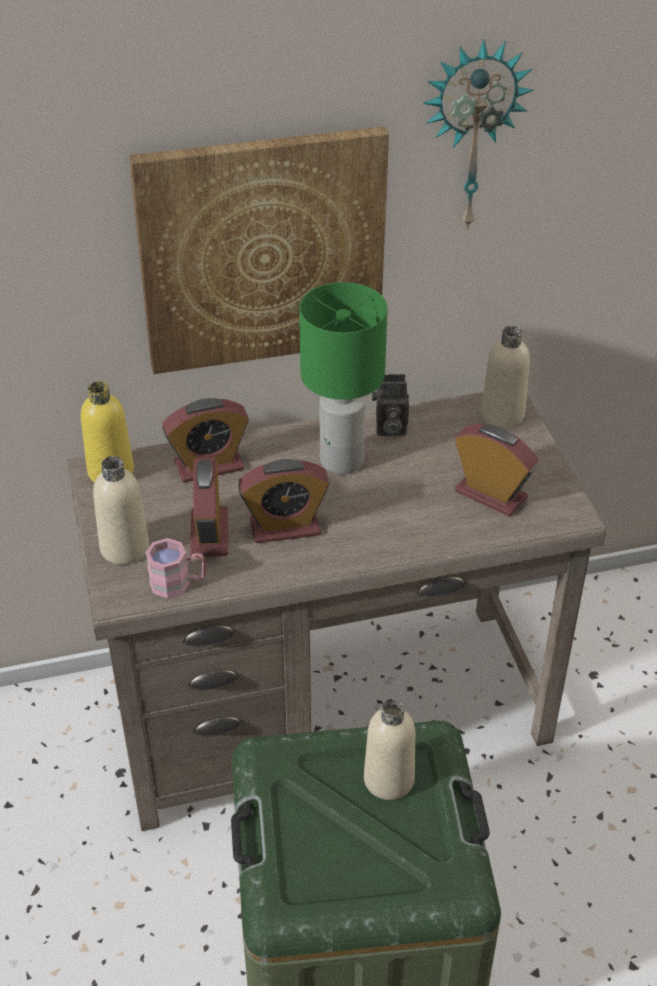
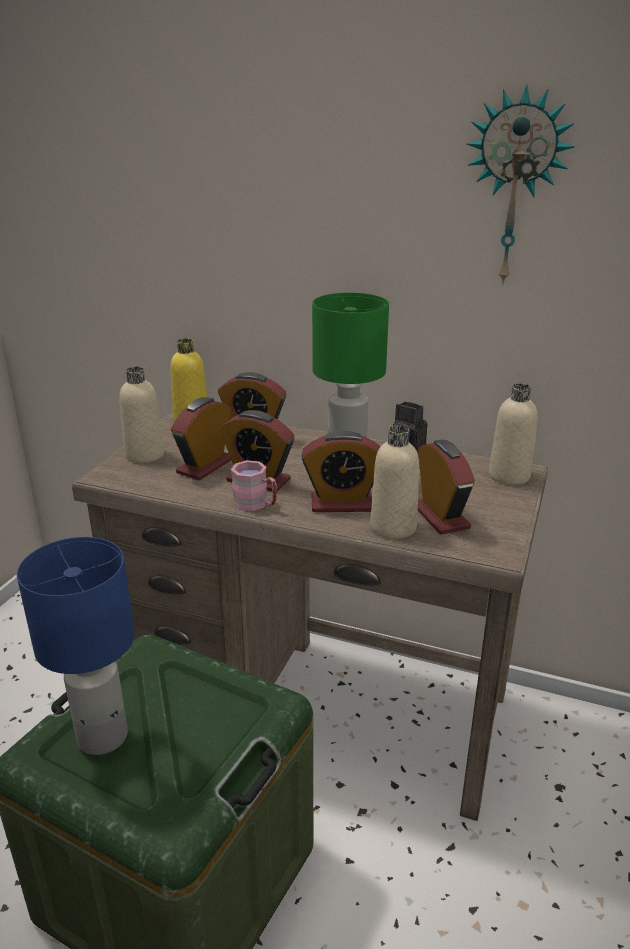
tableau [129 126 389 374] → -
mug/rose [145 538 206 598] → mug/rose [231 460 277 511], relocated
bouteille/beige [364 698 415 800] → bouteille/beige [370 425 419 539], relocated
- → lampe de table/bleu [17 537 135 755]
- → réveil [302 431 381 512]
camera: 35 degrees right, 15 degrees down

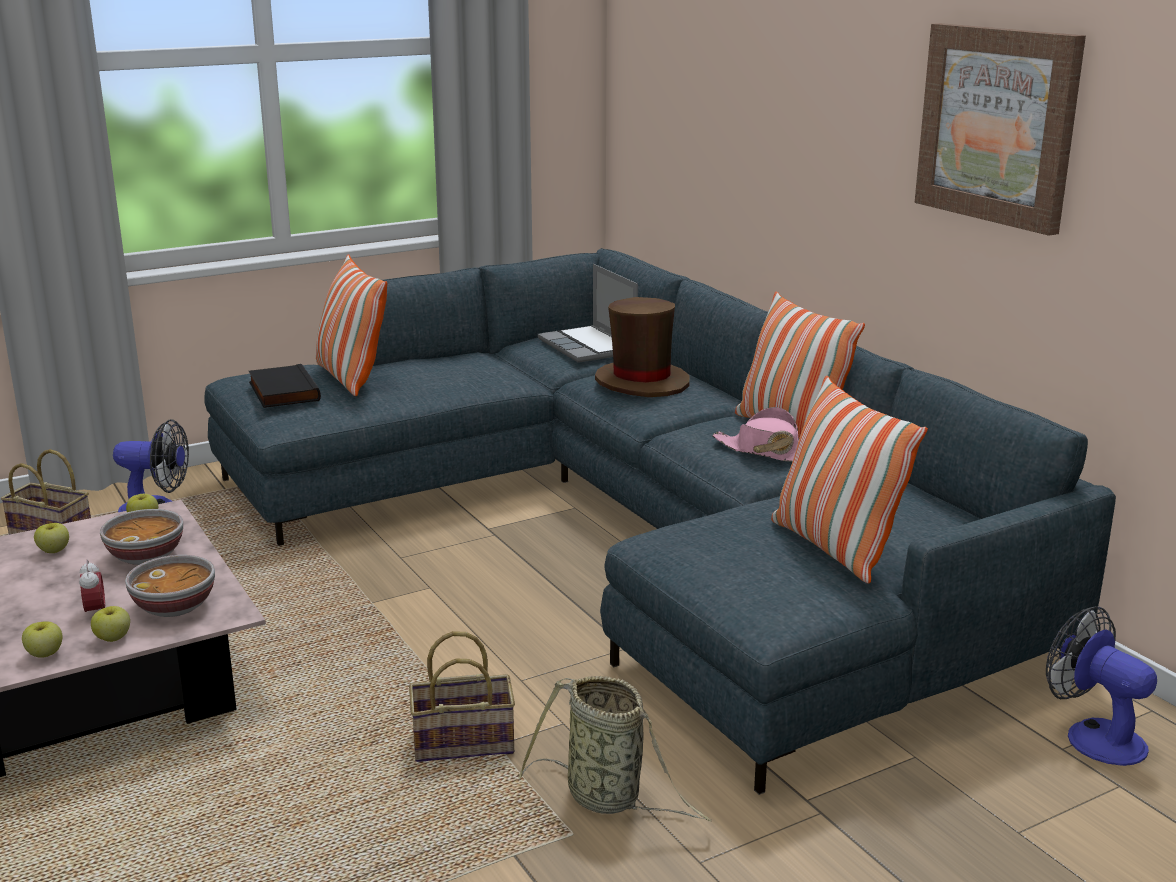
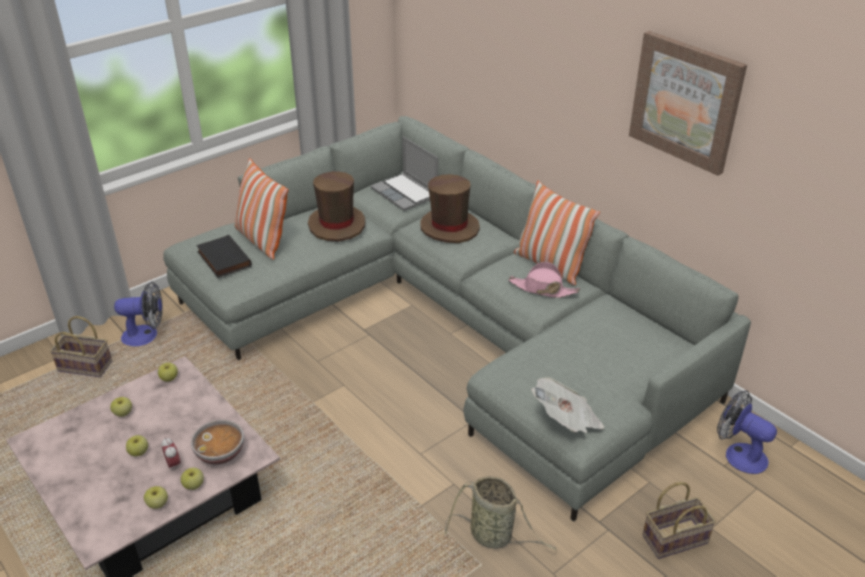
bol [100 509 183 565] → -
canapé/bleu [204 248 1116 795] → canapé/gris [163 116 751 522]
panier [409 631 515 762] → panier [642 482 716 559], relocated
coussin [771 376 928 583] → -
- → pomme [126 435 148 456]
- → chapeau/marron [308 172 365 241]
- → journal [531 377 604 433]
camera: 10 degrees left, 15 degrees up

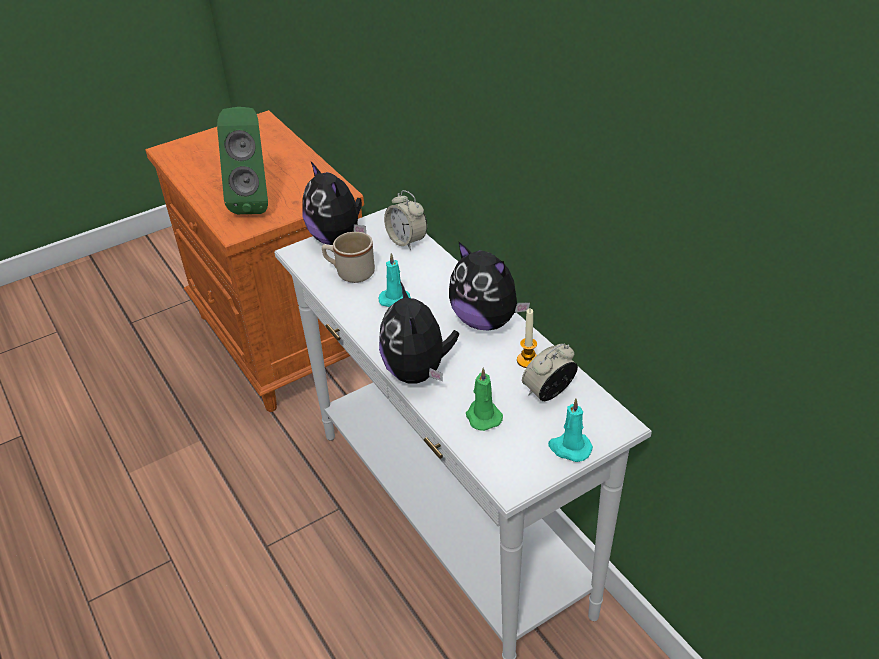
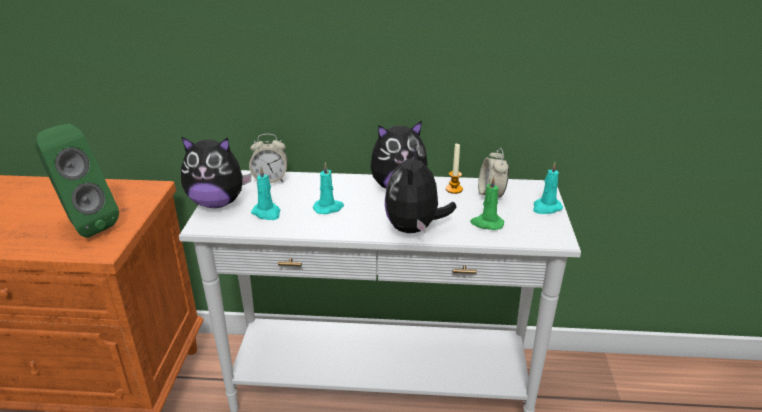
mug/beige [322 232 375 283] → bougie/turquoise [251 167 280 220]
peluche [379 281 459 383] → peluche [385 146 457 234], 75 degrees clockwise
camera: 55 degrees left, 10 degrees down

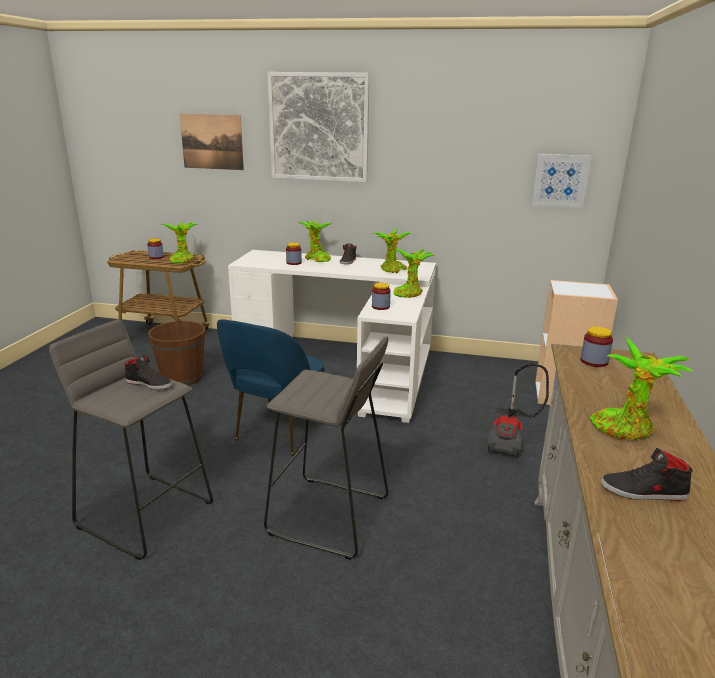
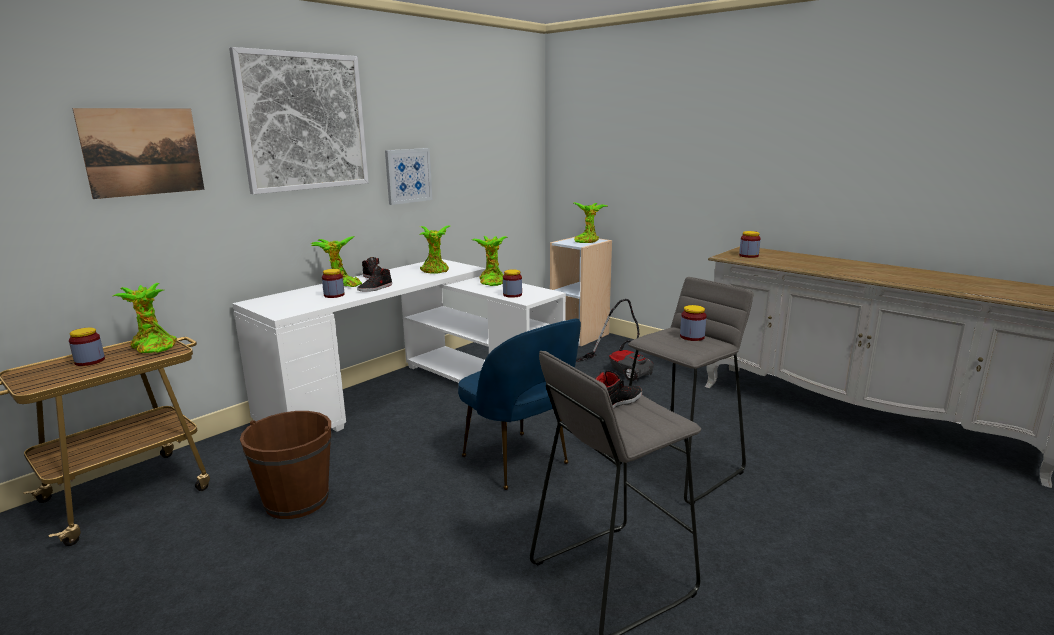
tableau [531 154 591 208] → tableau [385 148 432 205], relocated
plante en pot [590 337 693 440] → plante en pot [574 202 607 243], relocated
chaussure/noir [601 448 693 501] → chaussure/noir [357 266 392 292], relocated
- → bocal [680 305 707 341]
camera: 60 degrees left, 5 degrees down

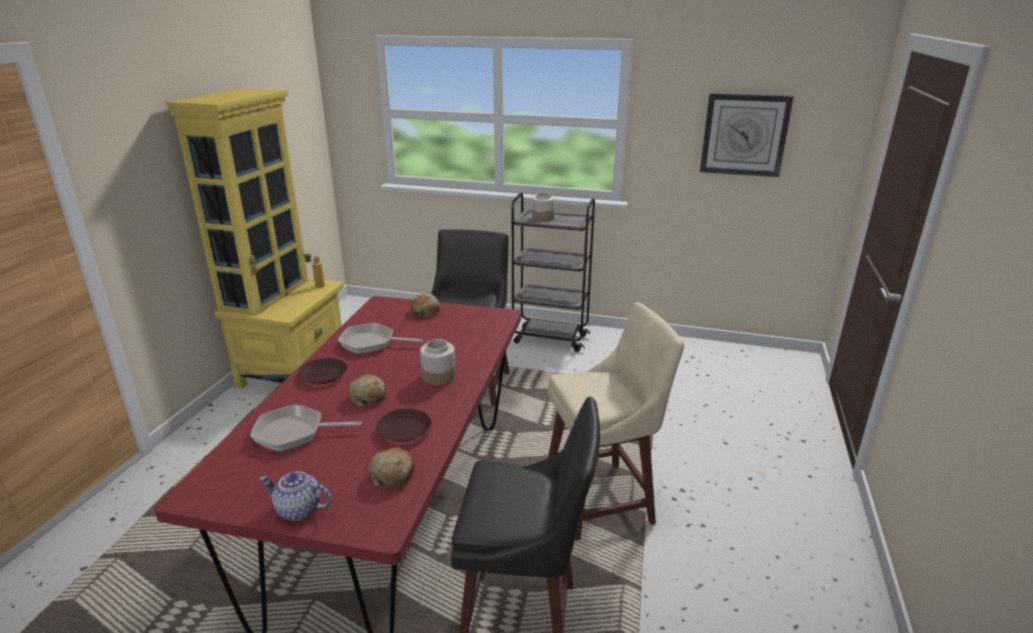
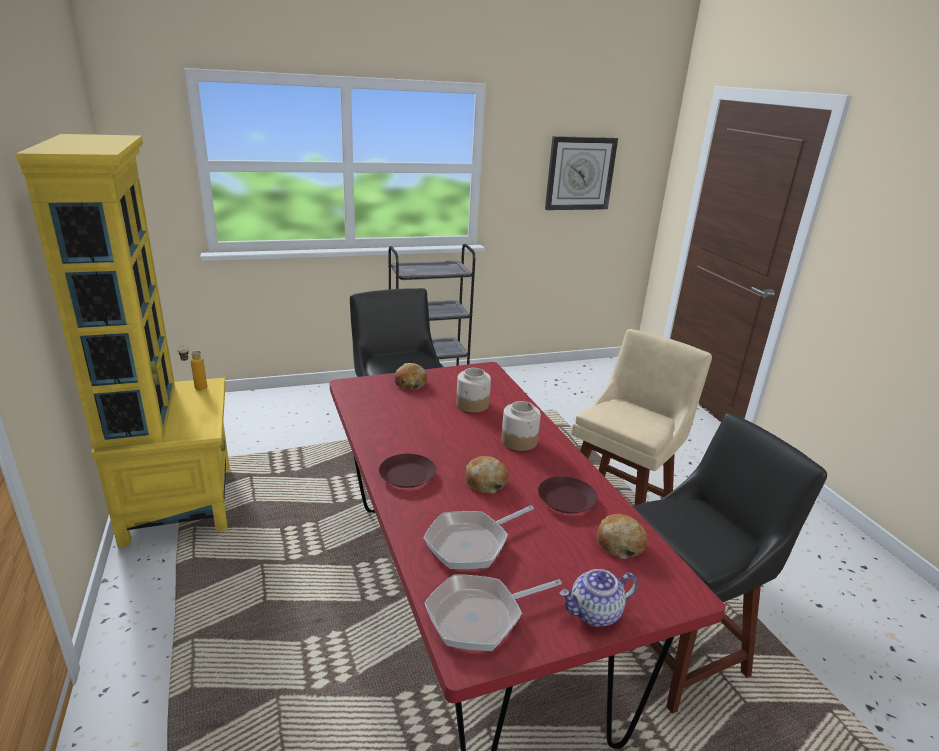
poêle [338 323 423 354] → poêle [425 574 562 651], relocated
bocal [532 193 555 221] → bocal [456 368 491 413], relocated
camera: 35 degrees left, 0 degrees up

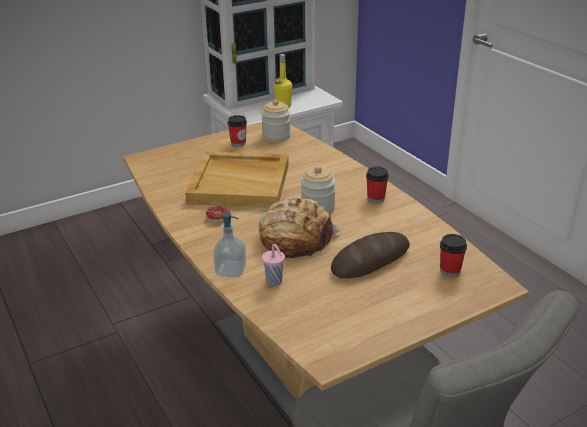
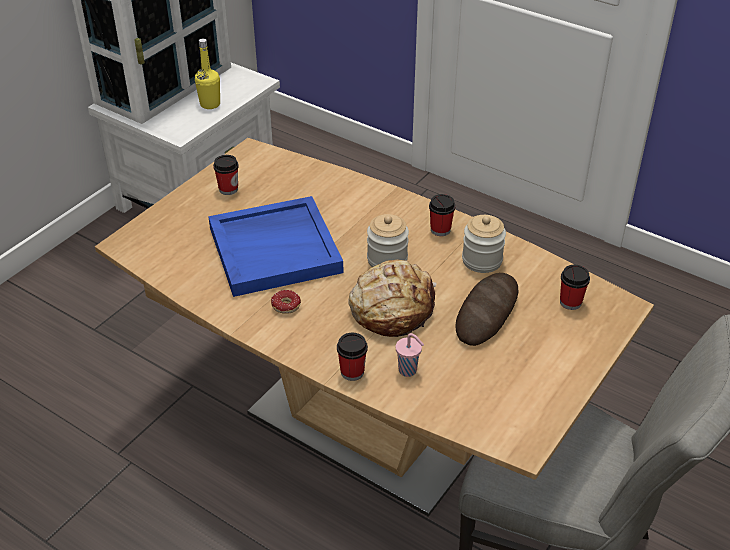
plateau/beige [185 152 289 208] → plateau/bleu [208 196 343 297]
distributeur de savon [213 212 246 278] → tasse [337 333 368 381]
bocal [261 100 291 142] → bocal [462 215 506 273], relocated
camera: 25 degrees left, 10 degrees up

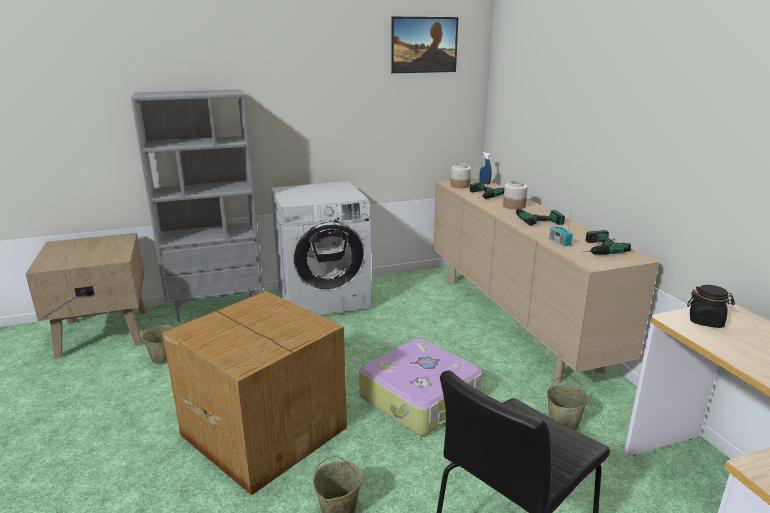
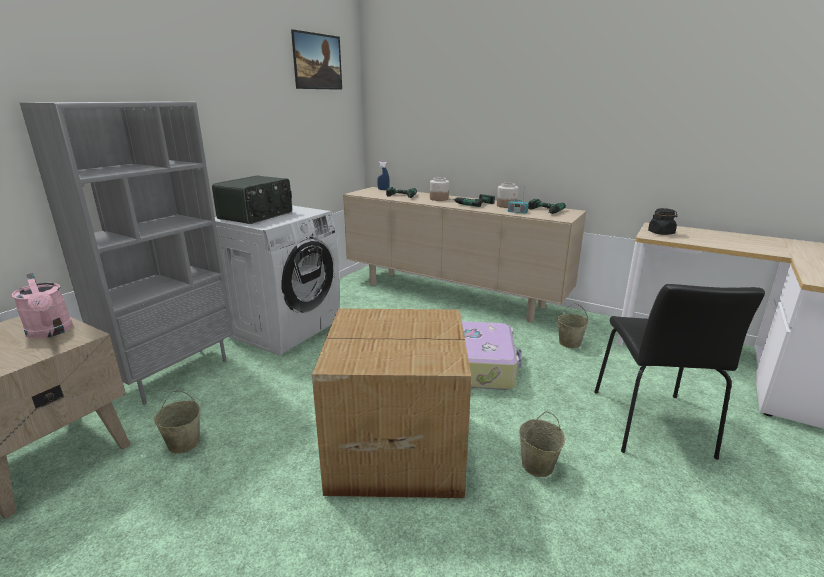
bocal [450 163 471 188] → bocal [497 183 519 208], relocated
- → arrosoir/rose [12 273 73 339]
- → radio [212 176 292 224]
camera: 40 degrees left, 0 degrees up

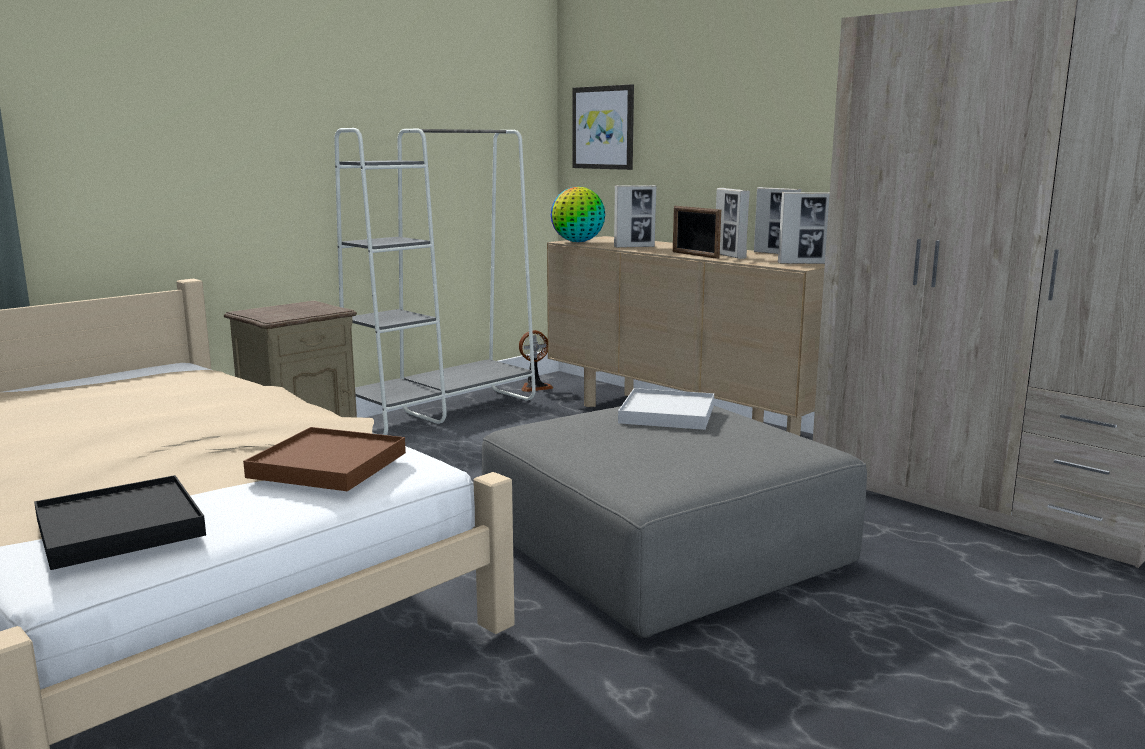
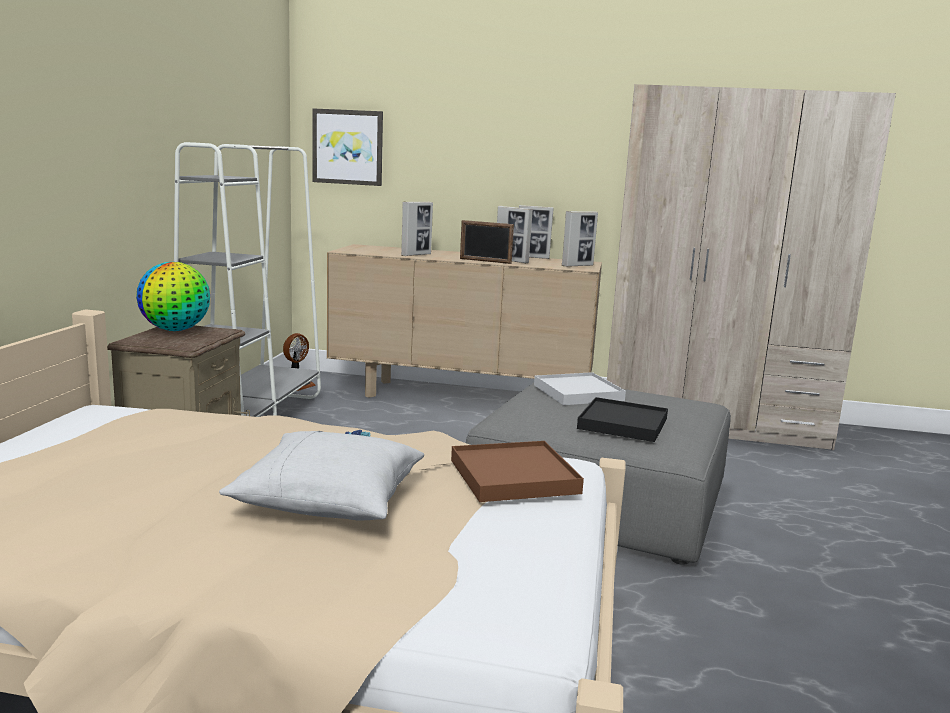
plateau/noir [34 475 206 570] → plateau/noir [577 397 668 442], relocated
globe [551 187 605 242] → globe [136 262 210 331], relocated
- → coussin/gris [219 430 424 520]
camera: 35 degrees left, 0 degrees up

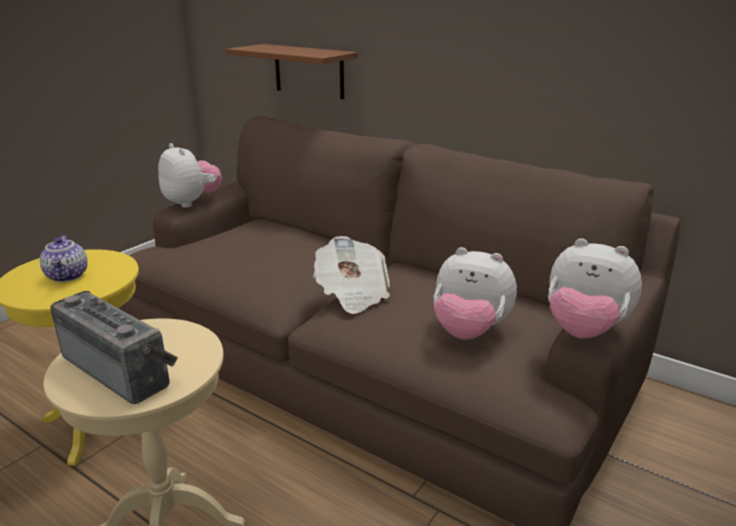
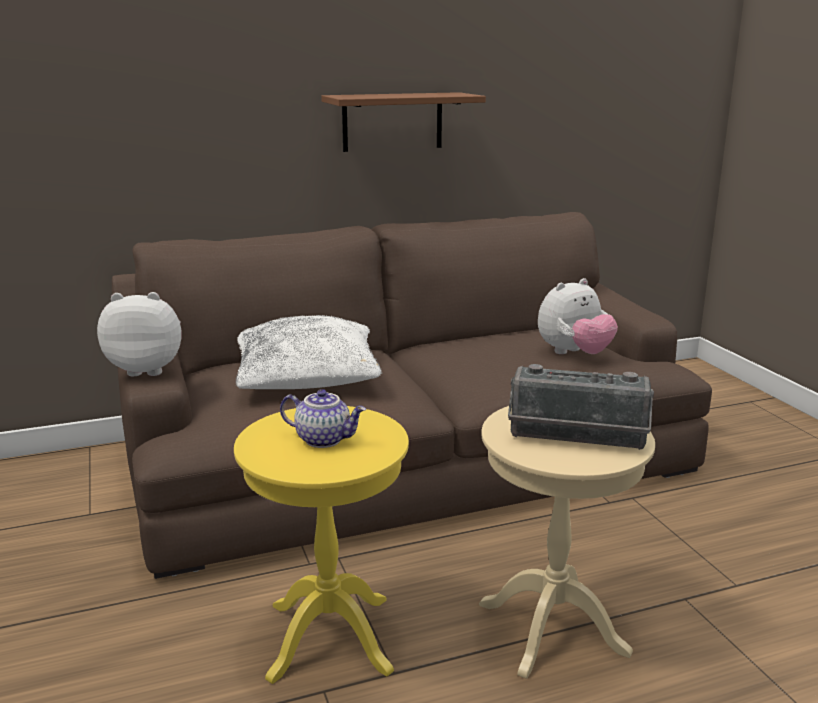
radio [50 291 178 404] → radio [508 364 654 450], 150 degrees counterclockwise
étagère/marron [226 44 358 99] → étagère/marron [321 92 486 152], relocated
journal [313 236 390 314] → -
peluche [548 238 642 339] → -
- → coussin/blanc [235 315 382 389]
camera: 55 degrees left, 5 degrees down

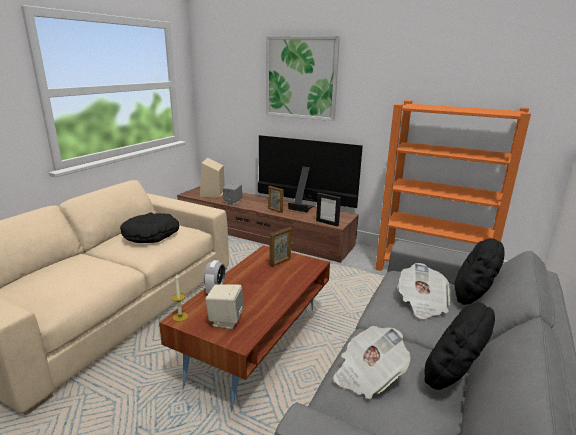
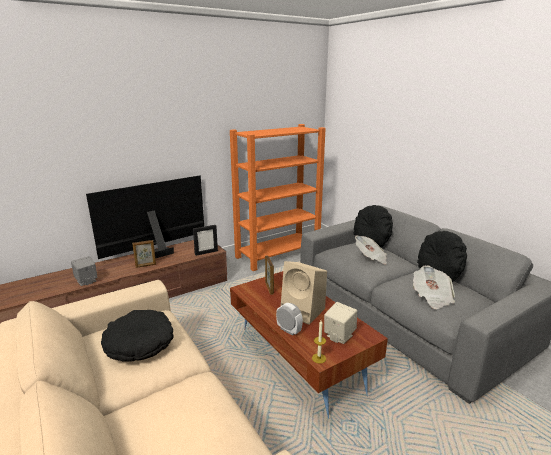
enceinte/beige [200 158 225 198] → enceinte/beige [281 261 327 325], relocated
tableau [266 36 340 121] → -
camera: 60 degrees left, 0 degrees up

